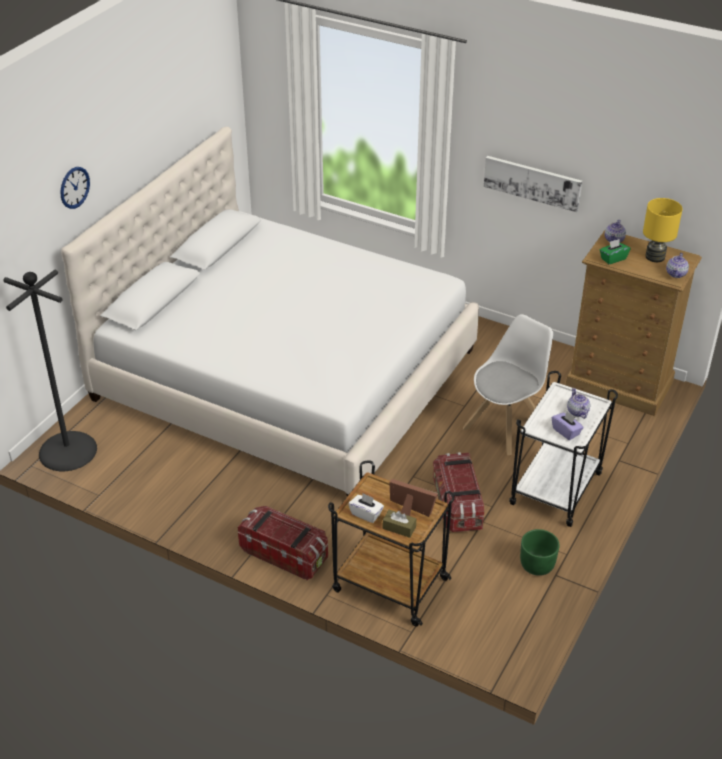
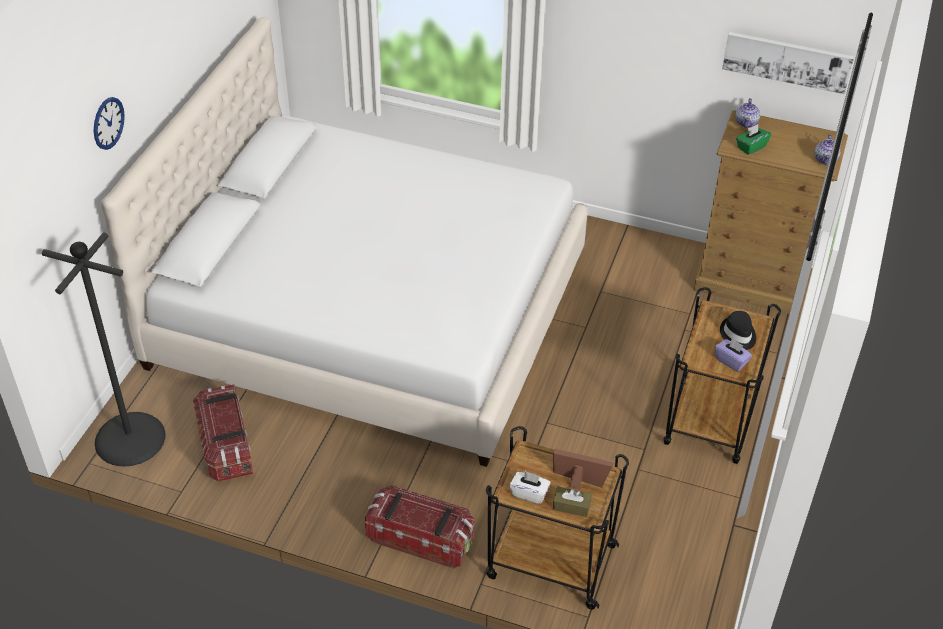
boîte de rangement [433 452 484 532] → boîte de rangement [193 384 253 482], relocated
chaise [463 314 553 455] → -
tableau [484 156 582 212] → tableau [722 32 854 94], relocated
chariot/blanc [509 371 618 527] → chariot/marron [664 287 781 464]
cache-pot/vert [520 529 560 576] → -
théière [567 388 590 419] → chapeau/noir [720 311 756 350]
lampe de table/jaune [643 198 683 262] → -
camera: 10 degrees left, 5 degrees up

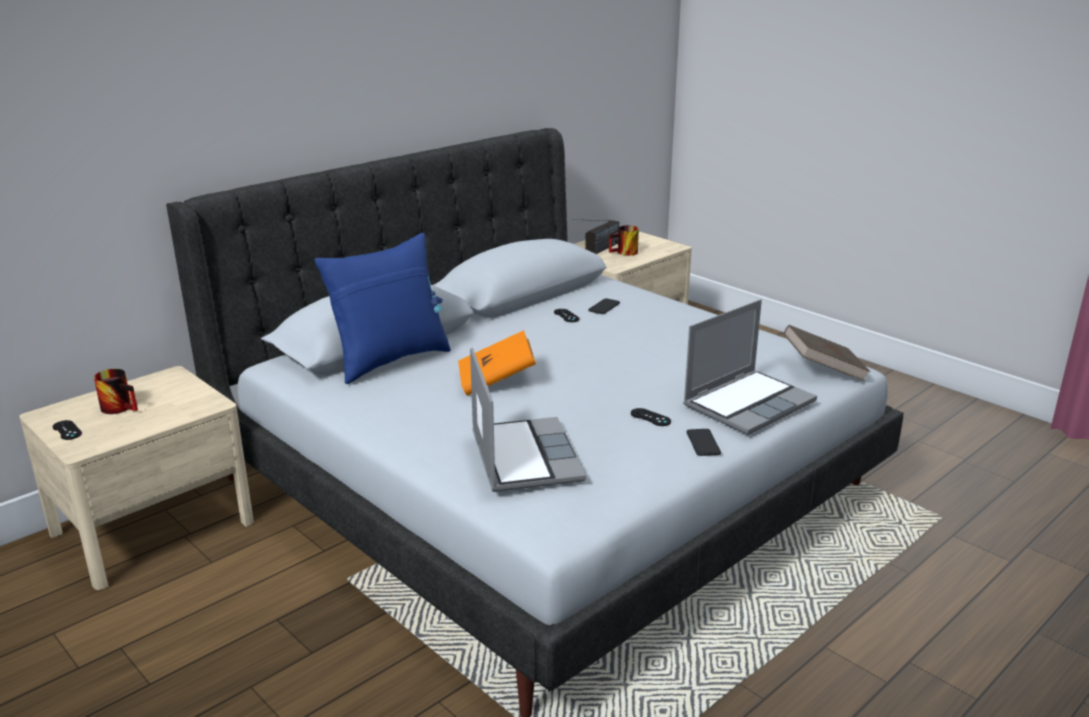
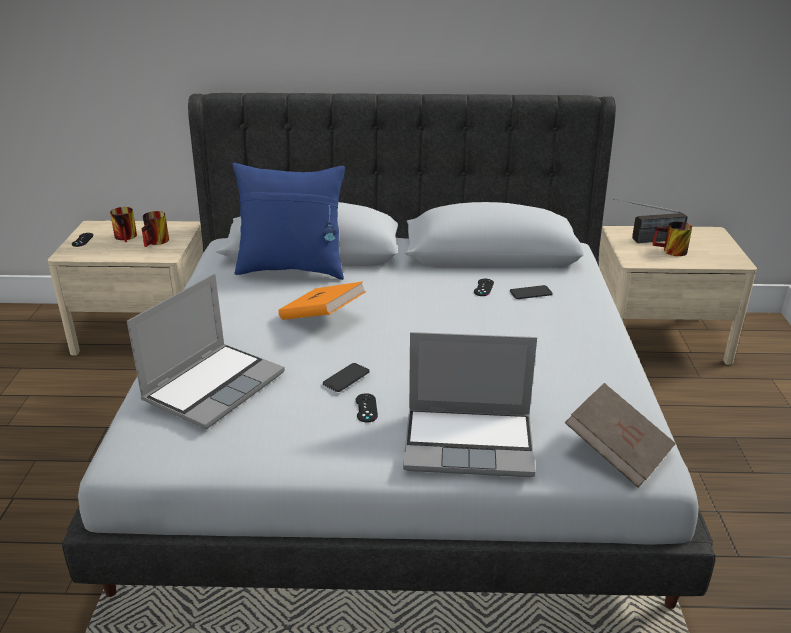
téléphone [687 429 721 456] → téléphone [323 363 369 392], relocated
- → mug [141 211 169 247]
camera: 45 degrees right, 5 degrees up

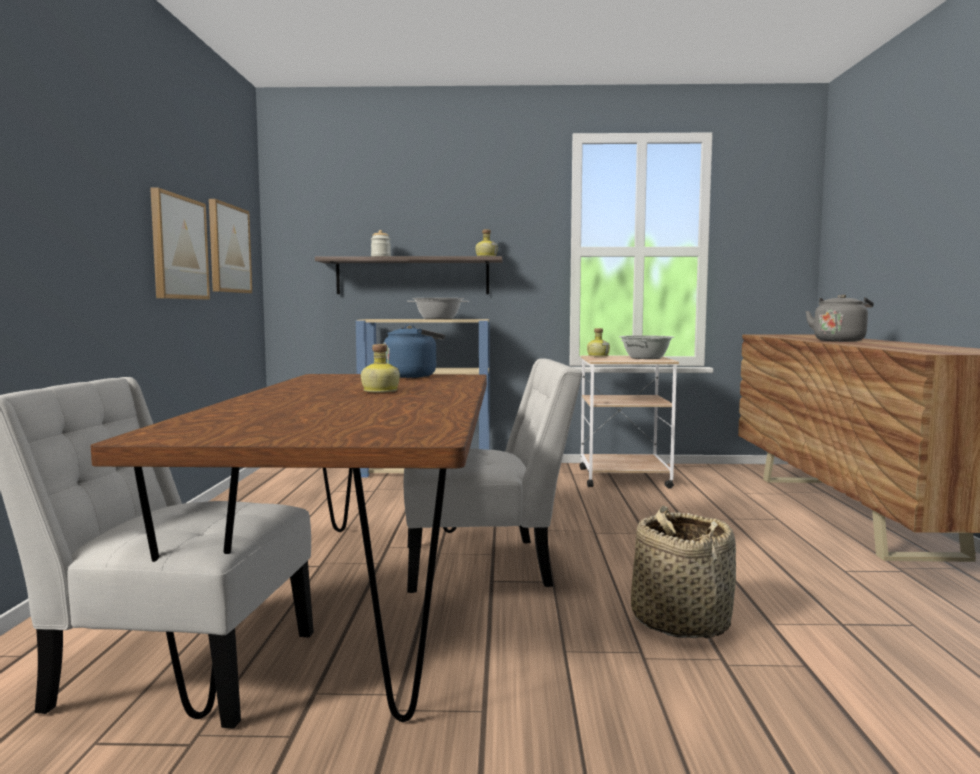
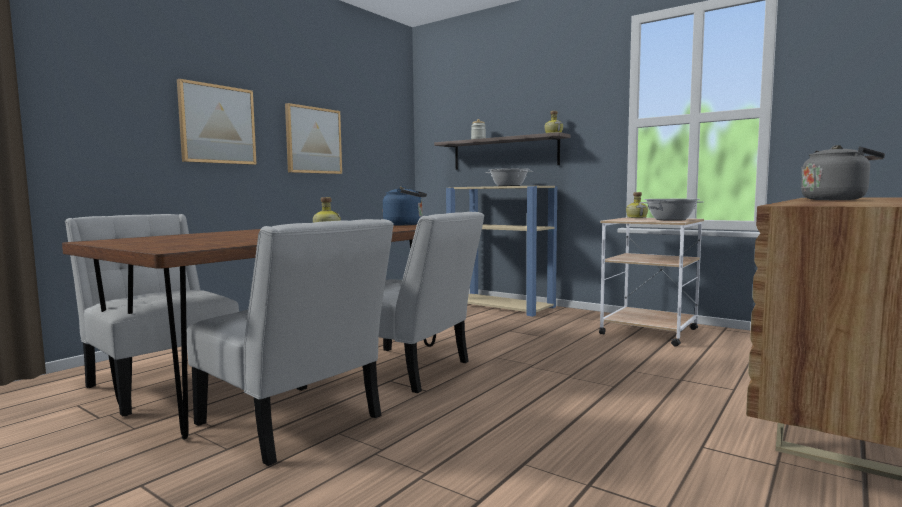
tableau [209 199 252 293] → tableau [177 79 257 165], relocated
panier [631 506 736 638] → -
- → chaise/blanc [187 219 394 466]
camera: 35 degrees right, 0 degrees up

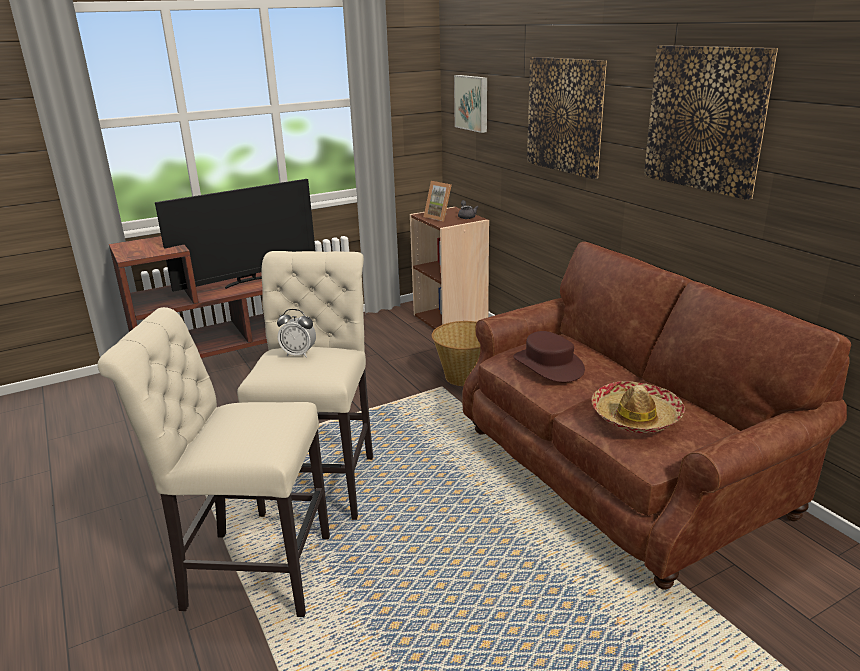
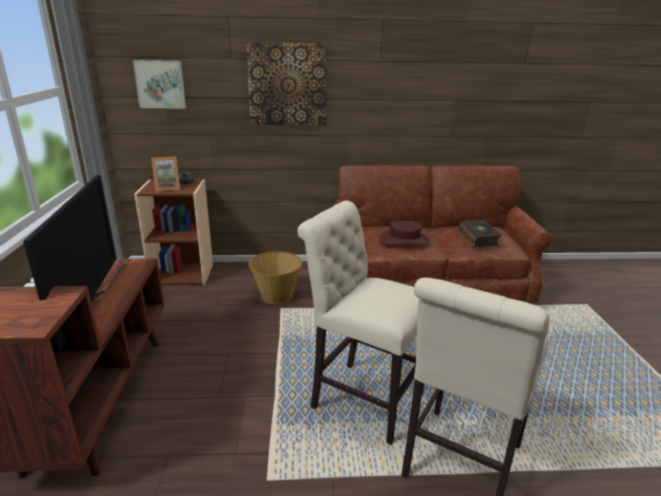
réveil [277 309 316 357] → -
chapeau [592 381 685 433] → livre [459 220 501 248]
tableau [644 45 778 200] → -
camera: 65 degrees left, 0 degrees up

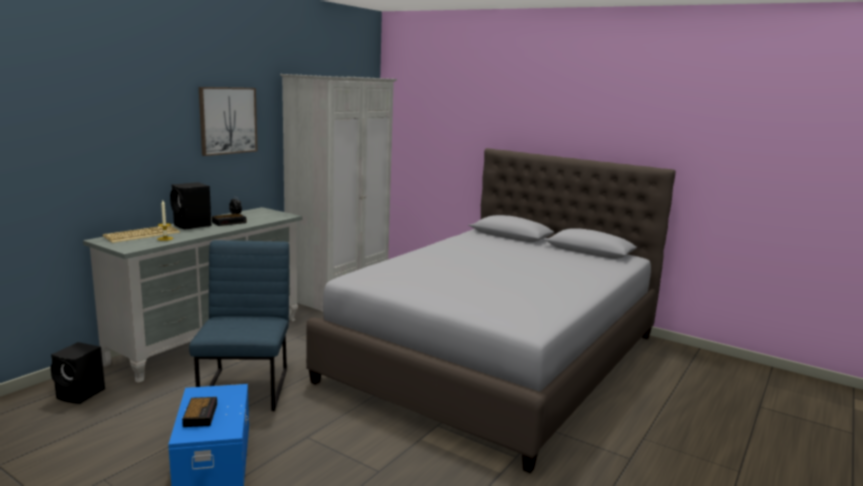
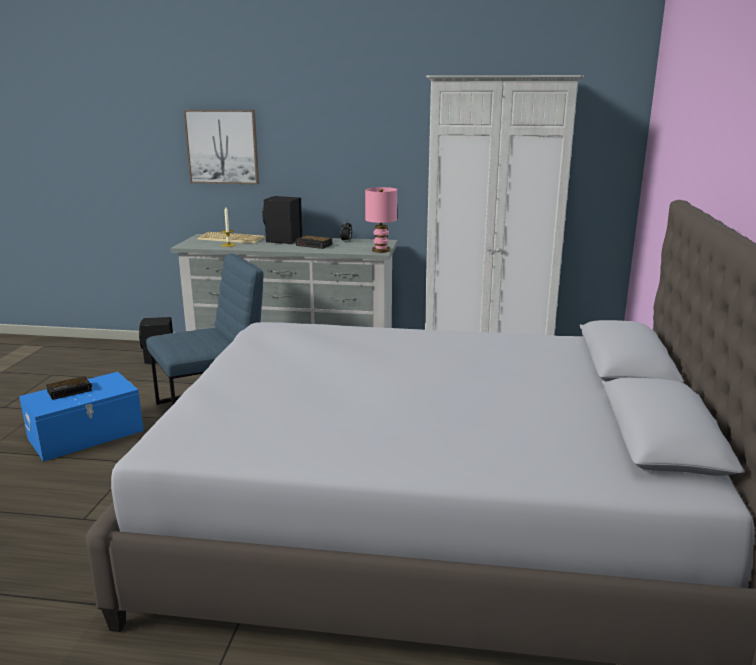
tableau [199 87 258 156] → tableau [183 110 259 184], relocated
- → lampe de table/rose [365 187 397 253]
camera: 65 degrees right, 5 degrees up

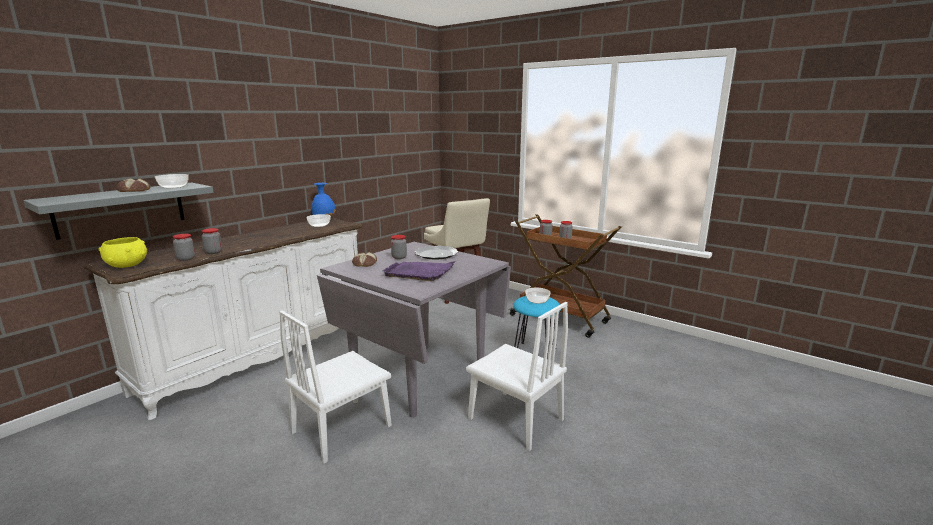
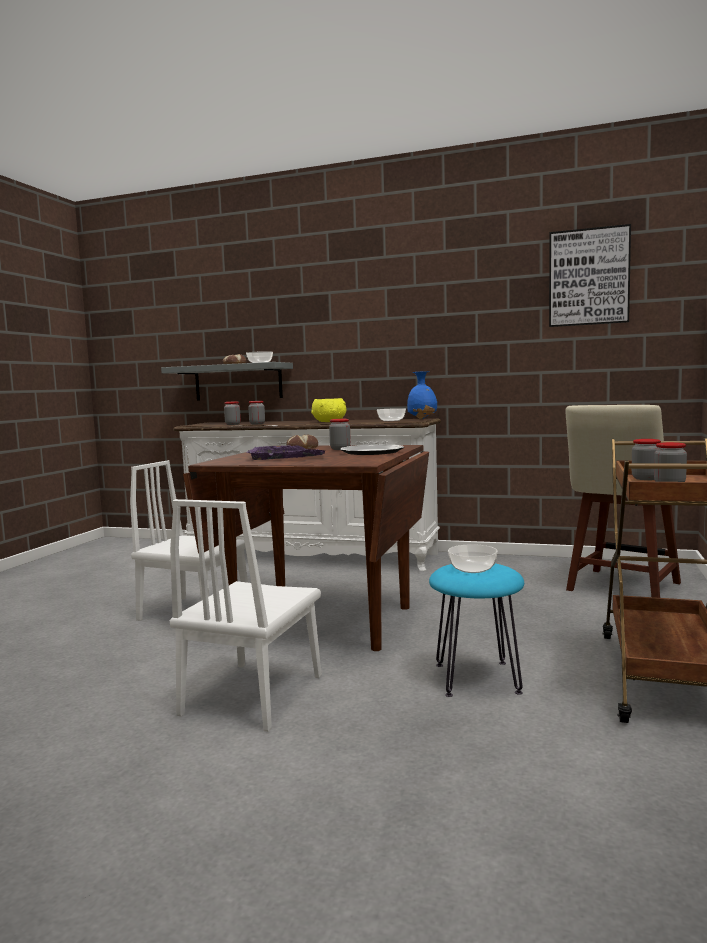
bol/jaune [98 237 147 268] → bol/jaune [311 398 346 422], relocated
table à manger/gris [317 242 511 418] → table à manger/marron [183 445 429 651]
- → tableau [549 224 631 327]
camera: 70 degrees right, 10 degrees down

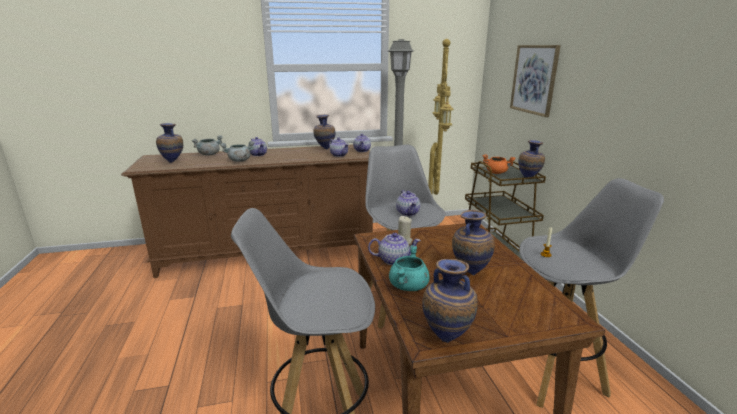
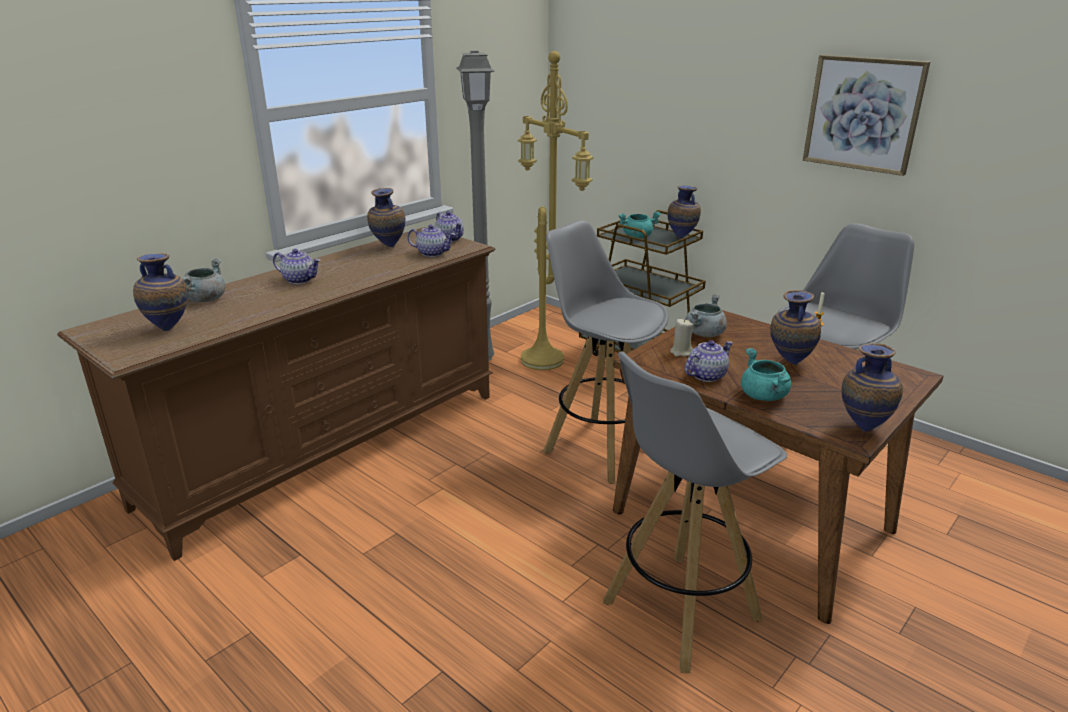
marmite/gris [220 141 254 162] → marmite/gris [685 294 727 337], relocated
théière [396 190 420 216] → -
marmite/orange [483 154 515 174] → marmite/turquoise [618 211 661 239]
tableau [510 45 561 117] → tableau [803 55 930 176], relocated
camera: 35 degrees left, 5 degrees up

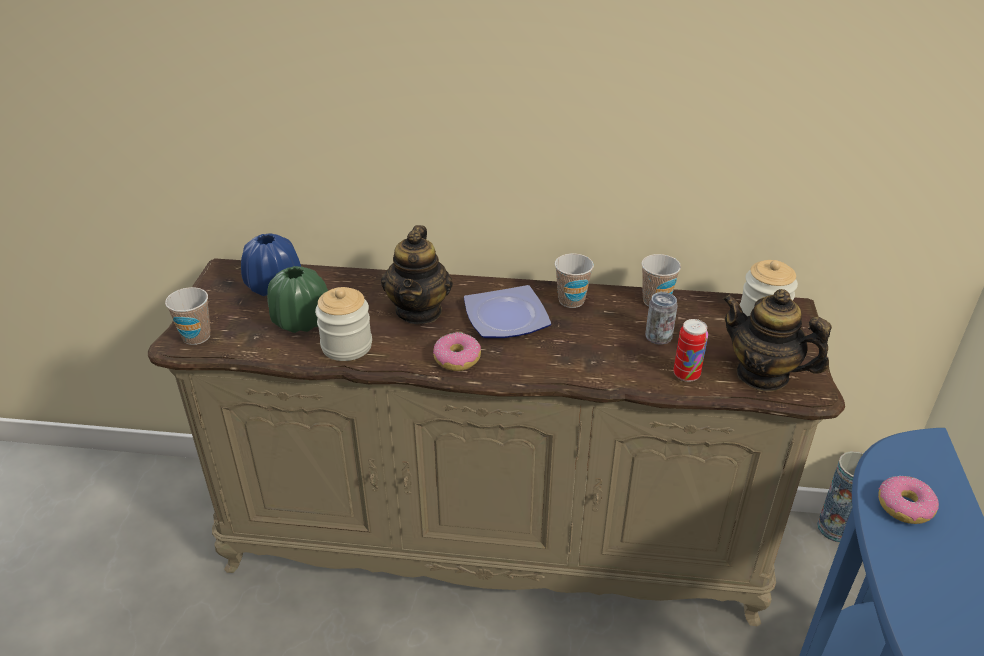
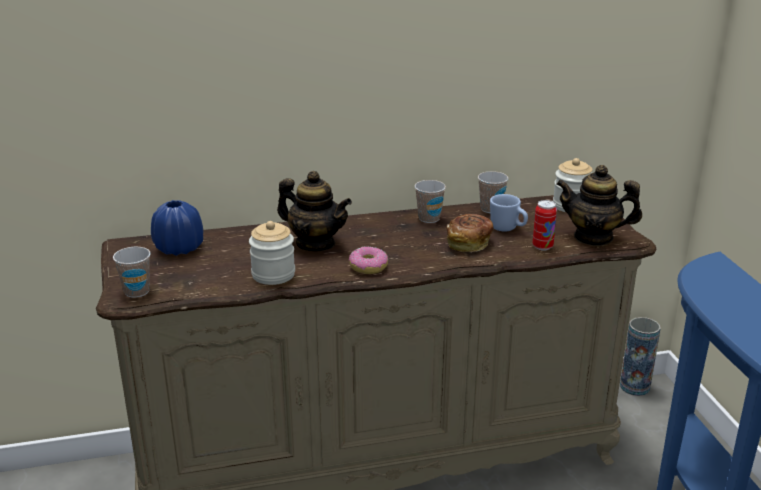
vase/vert [267 266 328 333] → -
théière [381 225 453 324] → théière [277 171 352 251], 45 degrees counterclockwise
assiette [464 285 551 338] → -
boîte métallique [645 292 678 345] → mug/bleu [490 194 528 232]
beignet [878 476 939 524] → -
- → pain [447 214 493 252]
camera: 20 degrees left, 10 degrees down

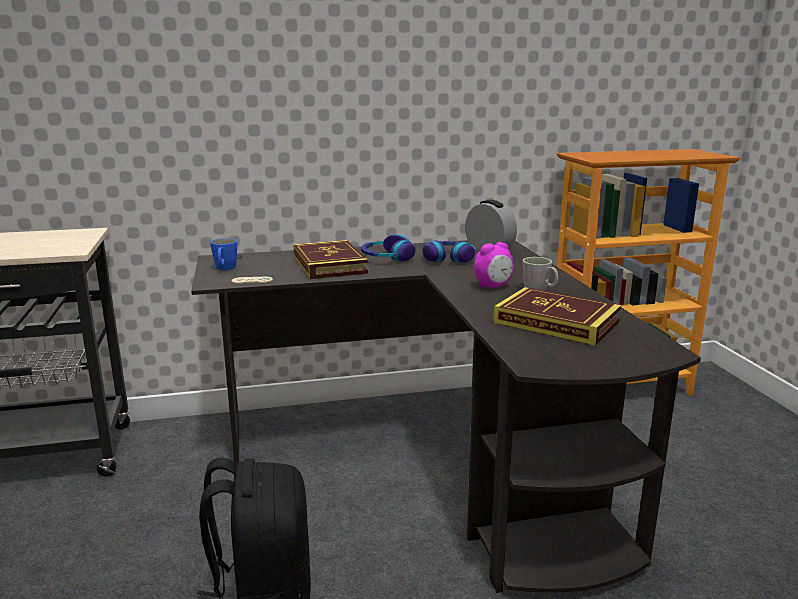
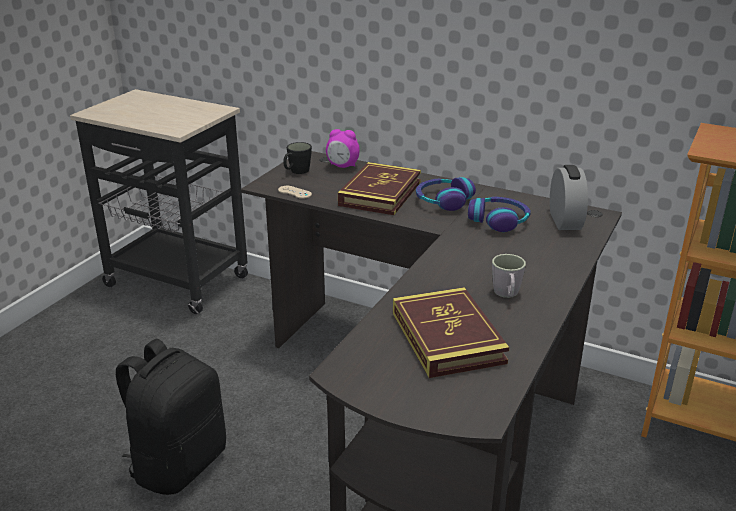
mug/bleu [210 238 237 270] → mug/noir [283 142 312 174]
réveil [474 242 514 288] → réveil [326 129 360 168], relocated
camera: 40 degrees right, 10 degrees up

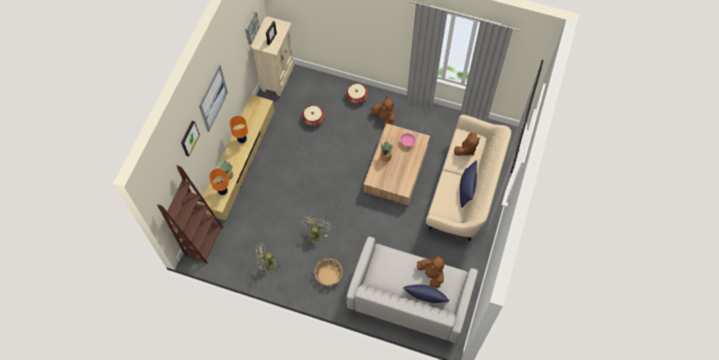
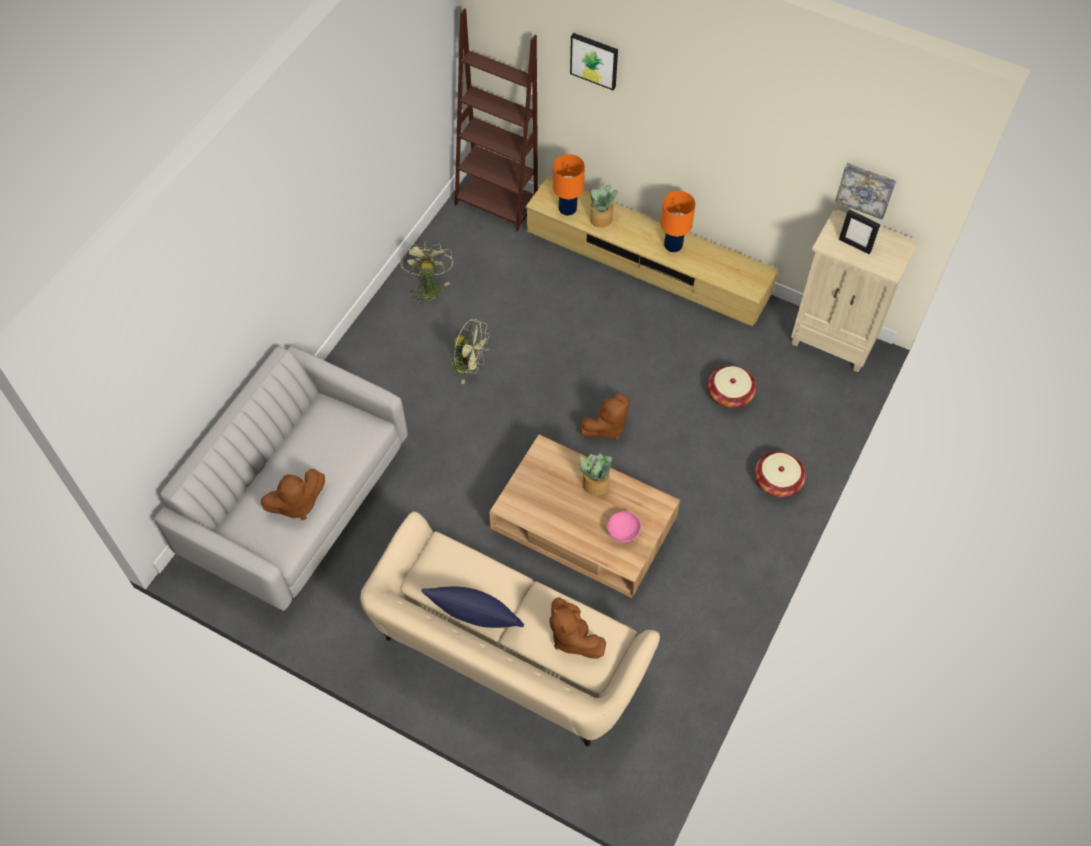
tableau [199 65 228 132] → -
panier [314 259 343 286] → -
peluche/marron [370 96 395 127] → peluche/marron [580 393 630 440], relocated
coussin/bleu [403 284 450 303] → -
camera: 100 degrees right, 5 degrees down

